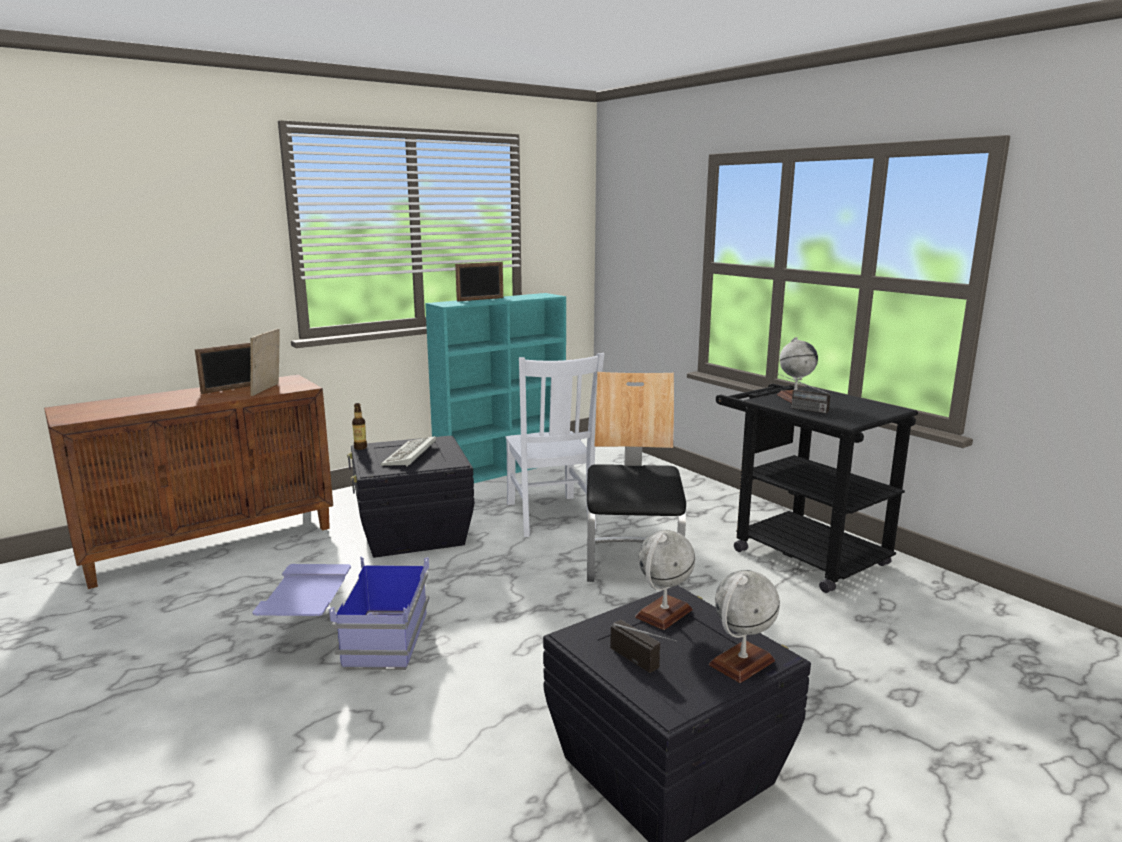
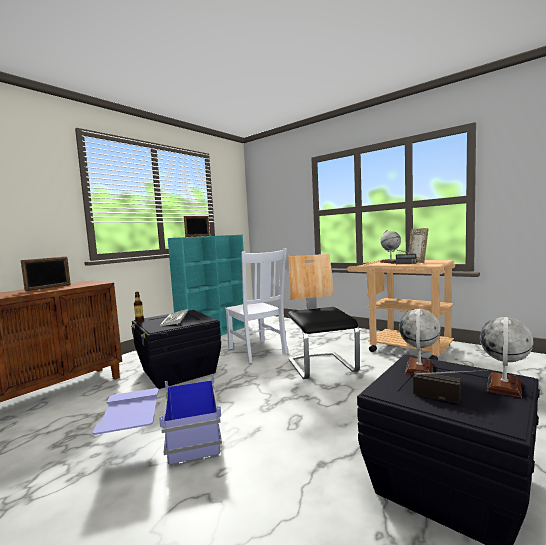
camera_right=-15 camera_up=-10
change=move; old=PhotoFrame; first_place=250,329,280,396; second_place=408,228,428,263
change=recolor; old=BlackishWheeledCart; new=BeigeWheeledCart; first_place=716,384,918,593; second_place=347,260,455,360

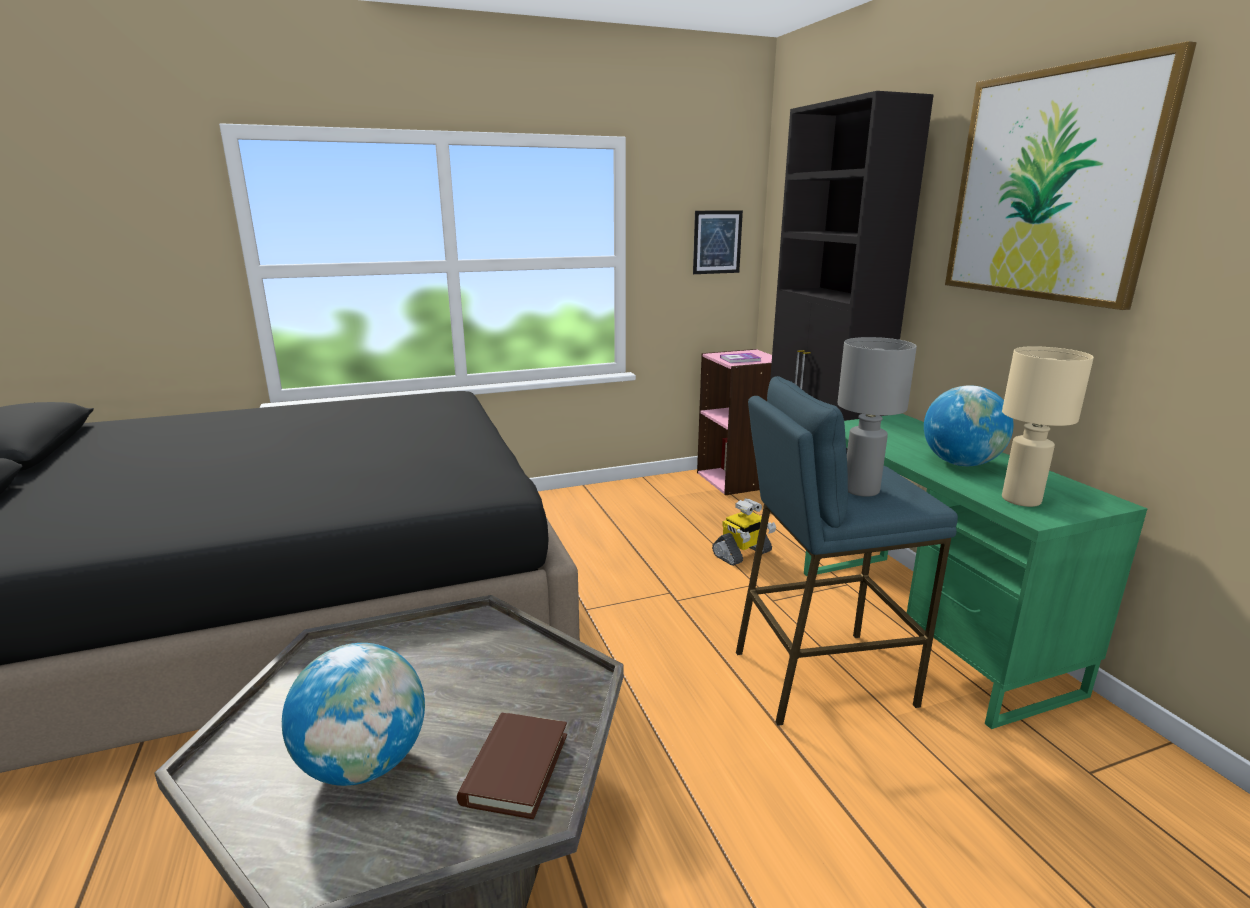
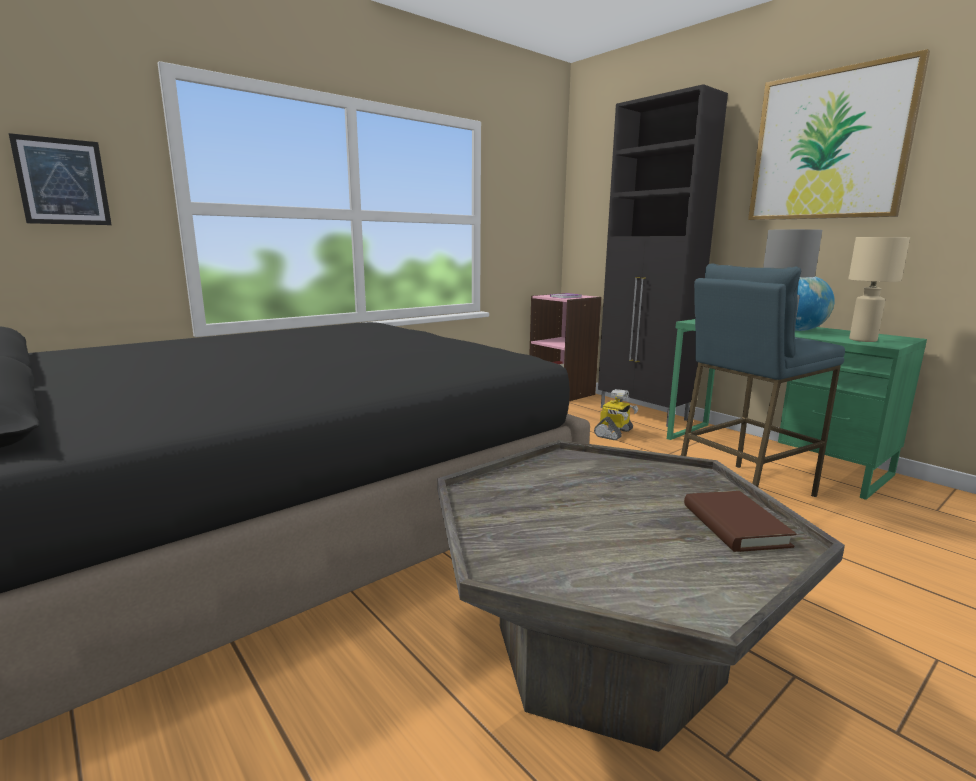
camera_right=-20 camera_up=-5
change=move; old=WallArt; first_place=693,210,743,274; second_place=9,133,112,225
change=delete; old=WorldGlobe; first_place=282,643,425,786

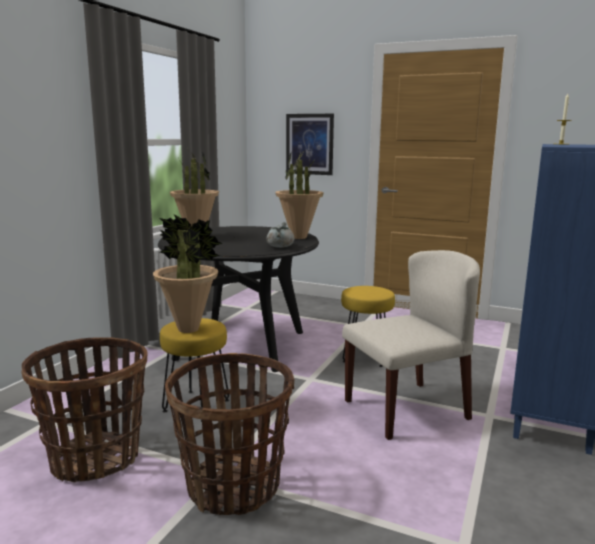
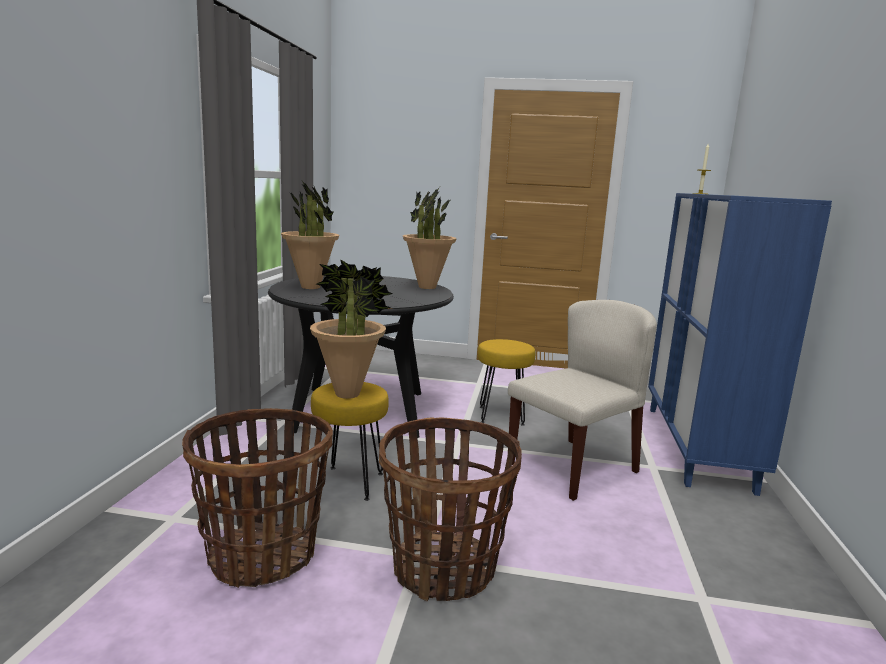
camera_right=-15 camera_up=0
change=delete; old=WallArt; first_place=286,114,334,175
change=delete; old=GreyishCookingPot; first_place=267,222,294,248

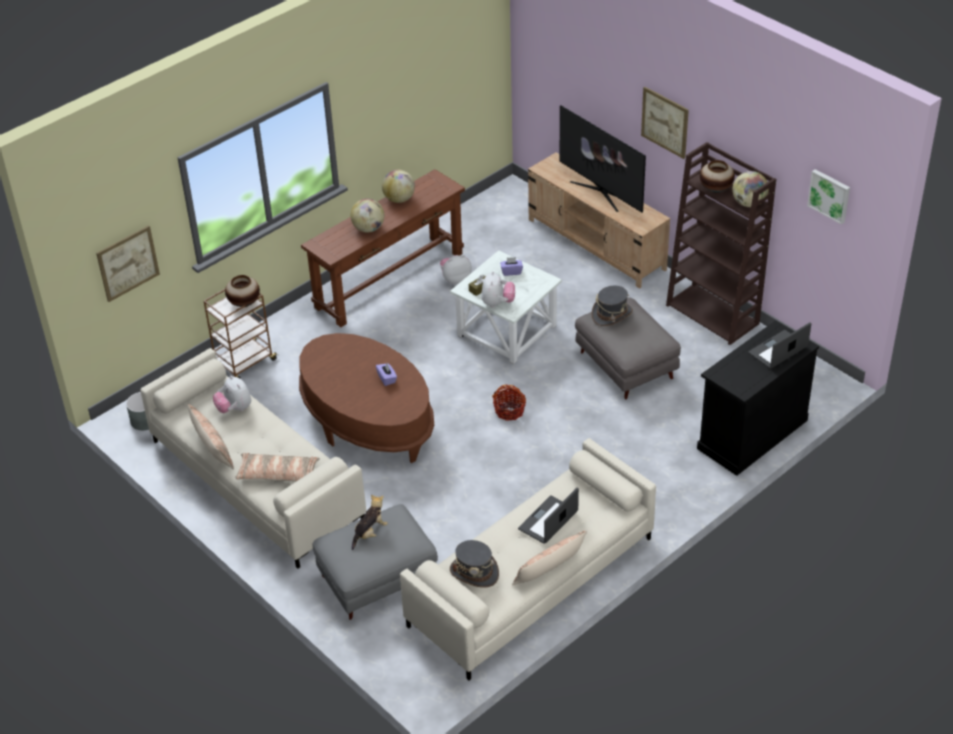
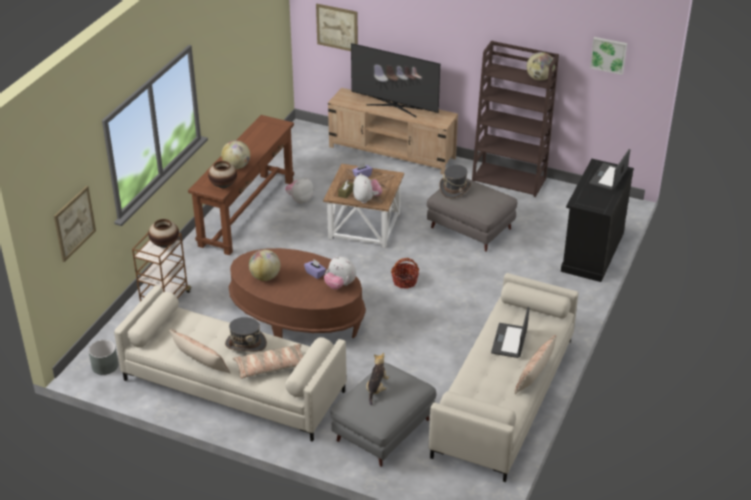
camera_right=-25 camera_up=-5
change=move; old=WallArt; first_place=641,87,689,159; second_place=316,4,358,51
change=move; old=DecorativeVase; first_place=700,160,735,193; second_place=208,161,237,188
change=move; old=WorldGlobe; first_place=382,170,415,203; second_place=249,250,280,281
change=recolor; old=WhiteColouredSideTable; new=BrownishSideTable; first_place=450,250,562,364; second_place=323,164,404,248
change=move; old=SoftToy; first_place=213,376,251,413; second_place=324,256,356,290
change=move; old=GreyishWearableHat; first_place=450,540,499,588; second_place=225,317,267,352

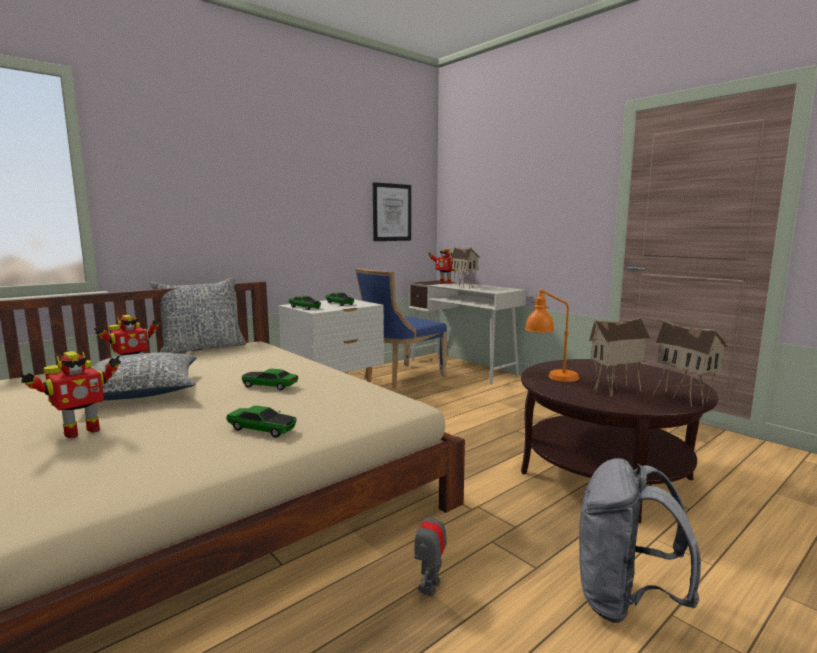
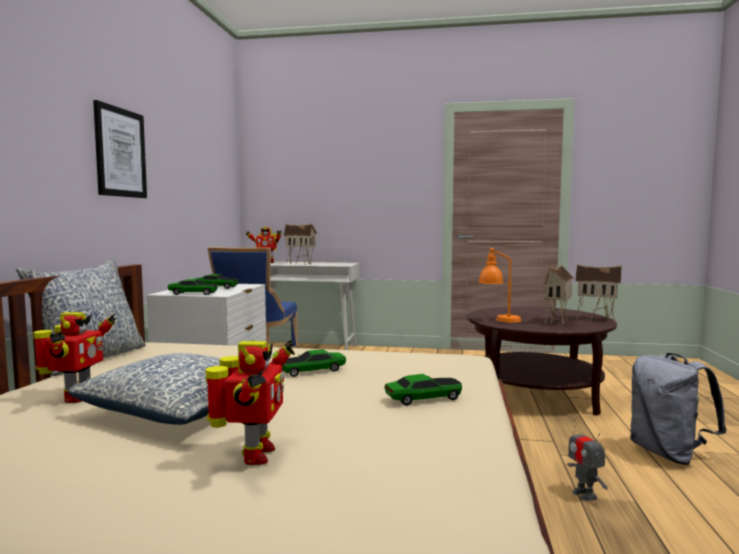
camera_right=-40 camera_up=-5
change=move; old=WallArt; first_place=373,182,411,241; second_place=93,100,147,198

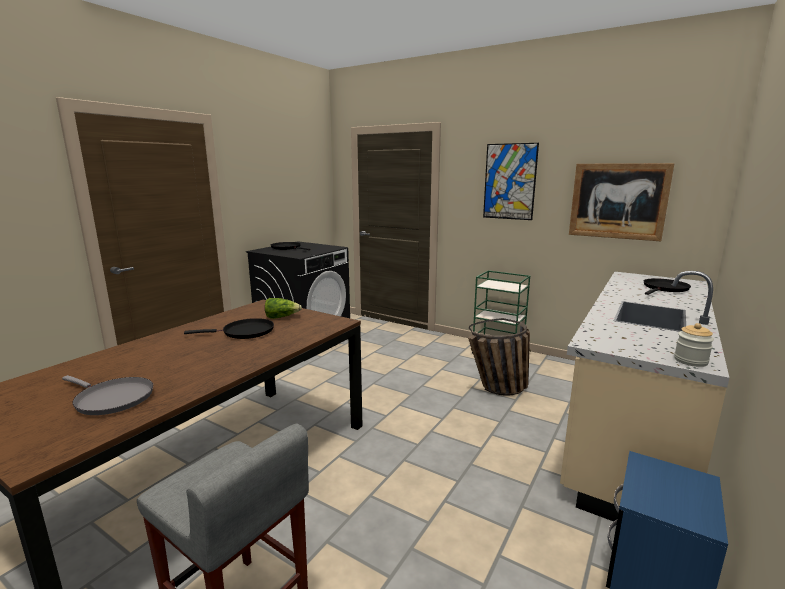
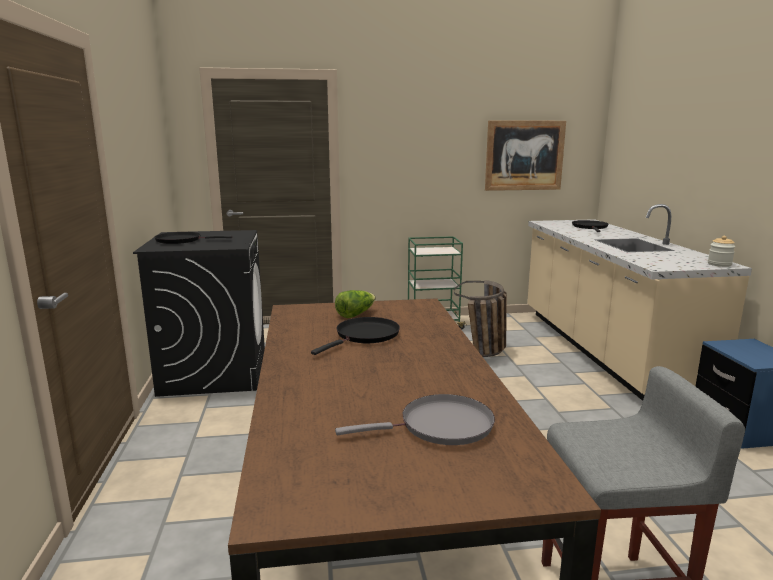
camera_right=-40 camera_up=0
change=delete; old=WallArt; first_place=483,143,539,220

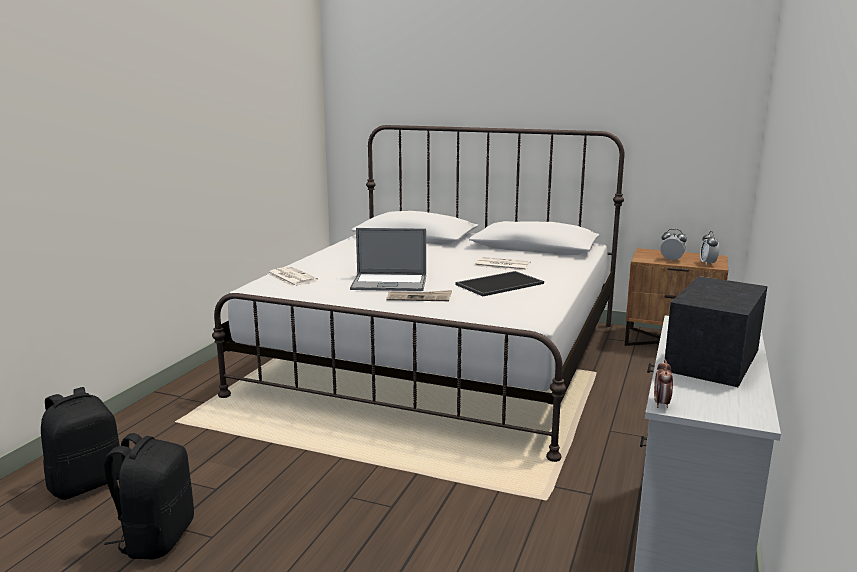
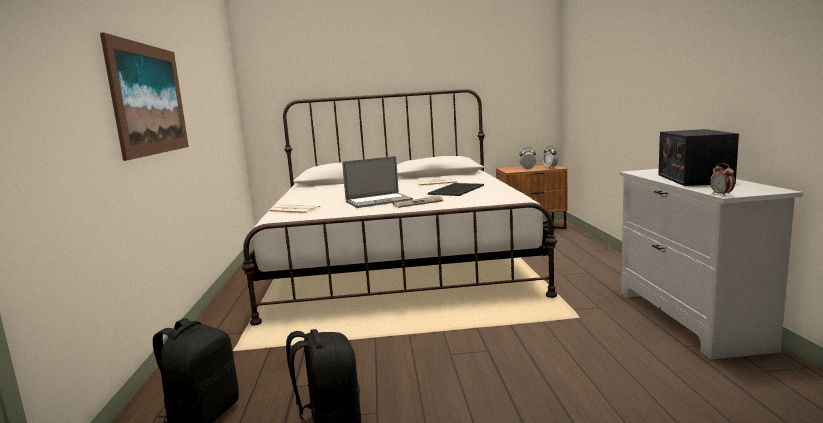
camera_right=-25 camera_up=-5
change=insert; new=WallArt; second_place=100,33,189,161

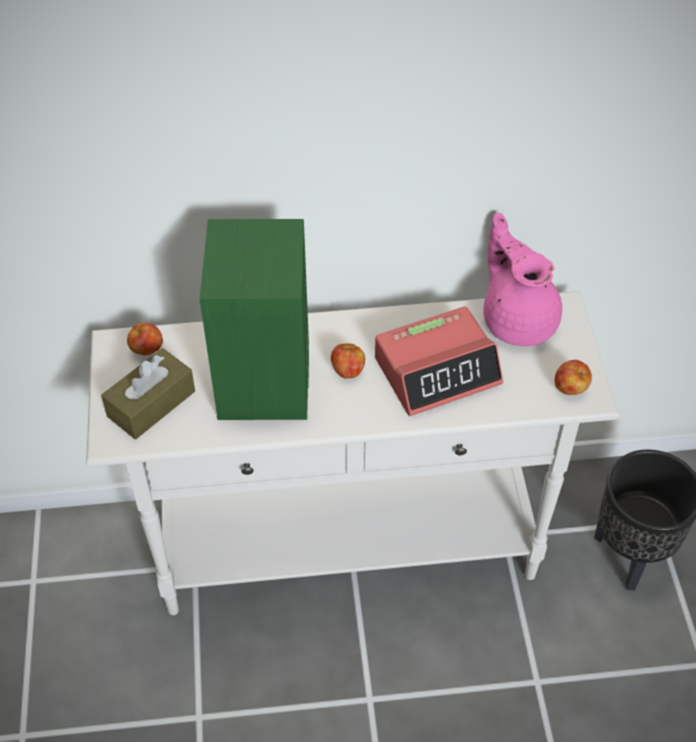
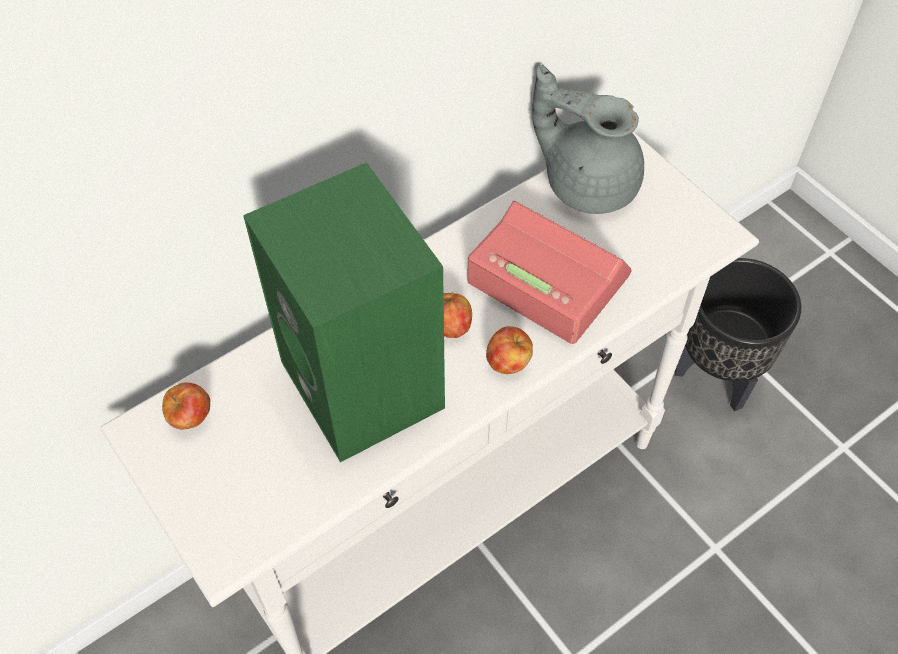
camera_right=-30 camera_up=5
change=recolor; old=PinkTeaPot; new=GreyishTeaPot; first_place=483,212,562,346; second_place=532,65,644,214
change=rotate; old=AlarmClock; first_place=375,306,503,416; second_place=467,201,632,344; degrees=-90
change=delete; old=BrownishTissueHolder; first_place=101,348,195,439
change=move; old=WholeApple; first_place=555,360,592,395; second_place=486,326,533,374

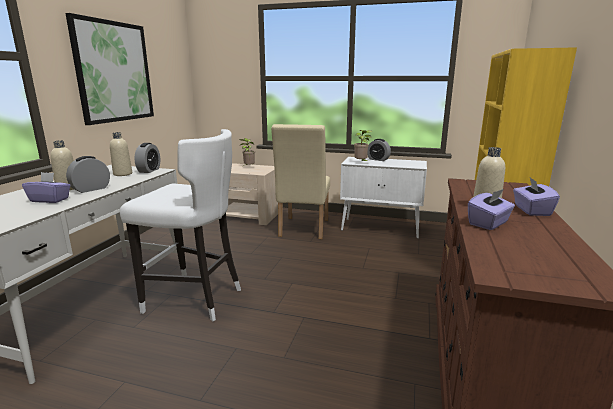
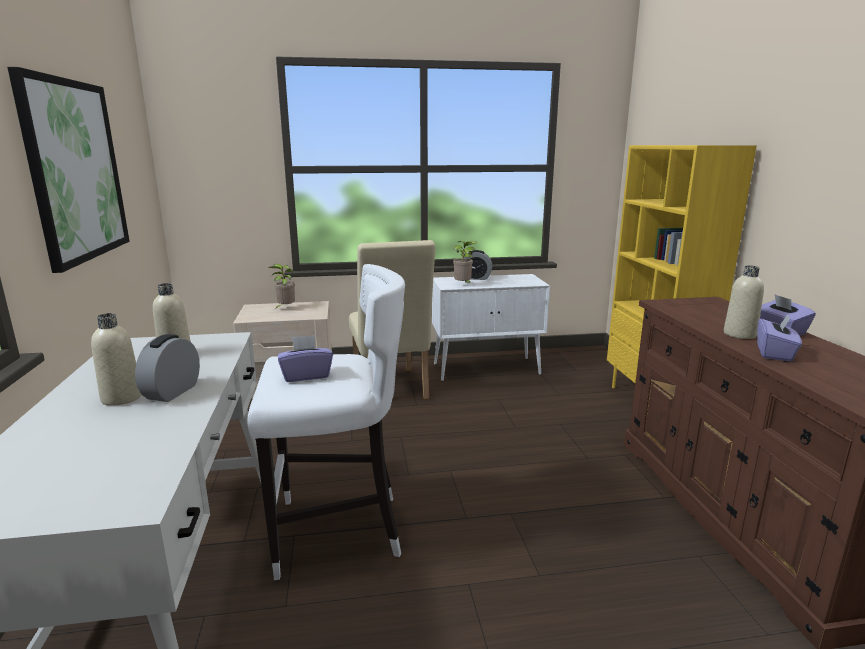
camera_right=-25 camera_up=0
change=delete; old=AlarmClock; first_place=134,143,160,173
change=move; old=PurpleColouredTissueHolder; first_place=22,172,71,203; second_place=278,335,333,382

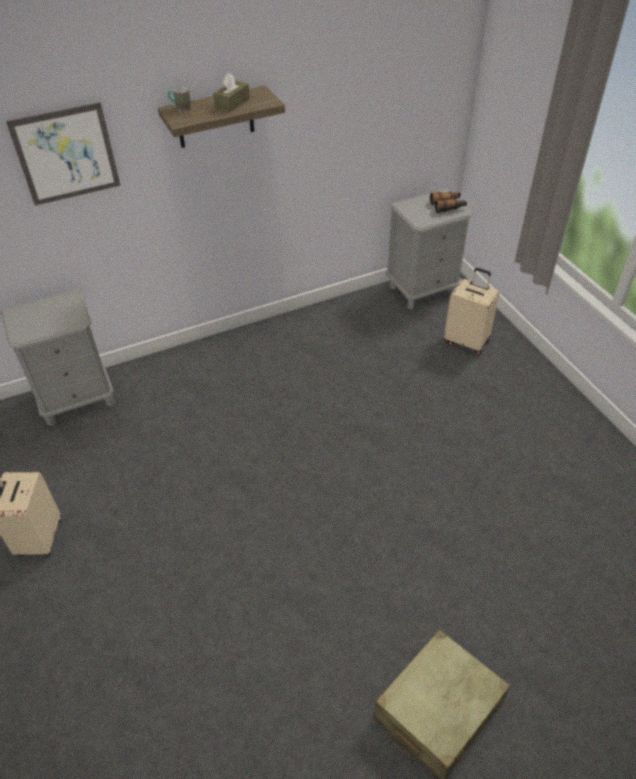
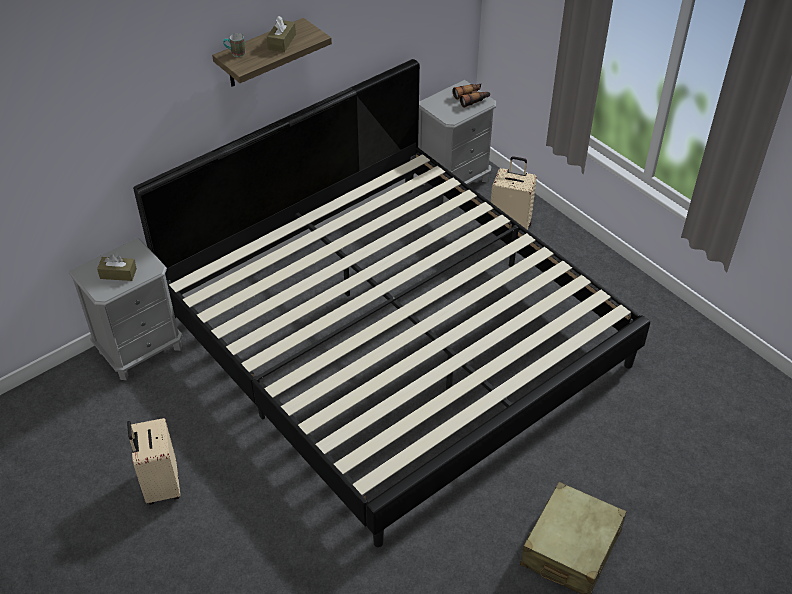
camera_right=-15 camera_up=0
change=delete; old=WallArt; first_place=6,102,121,206
change=insert; new=BedroomBed; second_place=133,59,650,547
change=insert; new=BrownishTissueHolder; second_place=97,254,137,281

